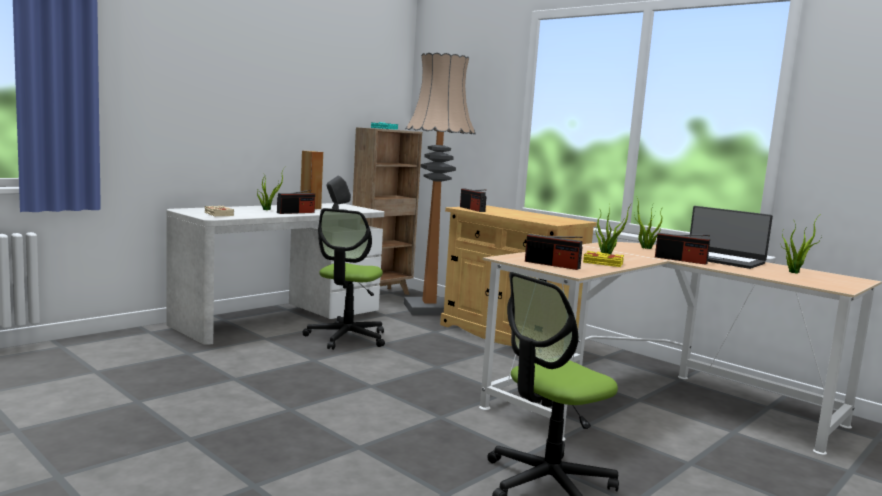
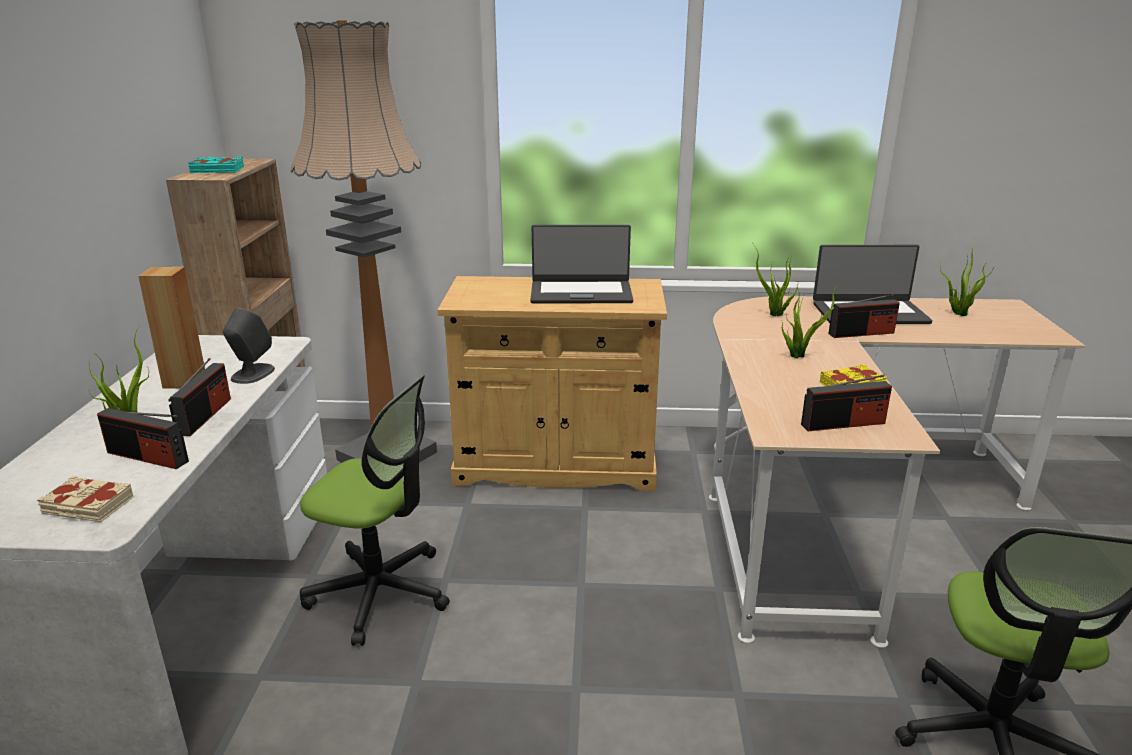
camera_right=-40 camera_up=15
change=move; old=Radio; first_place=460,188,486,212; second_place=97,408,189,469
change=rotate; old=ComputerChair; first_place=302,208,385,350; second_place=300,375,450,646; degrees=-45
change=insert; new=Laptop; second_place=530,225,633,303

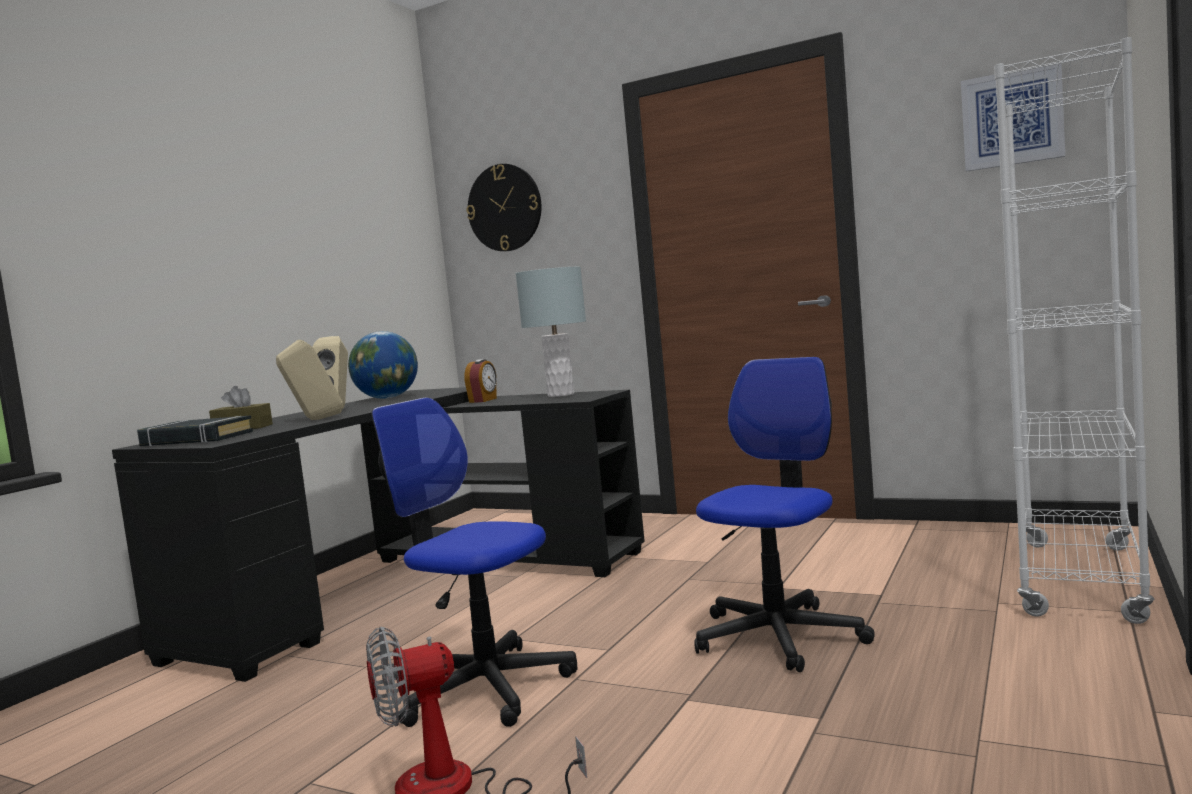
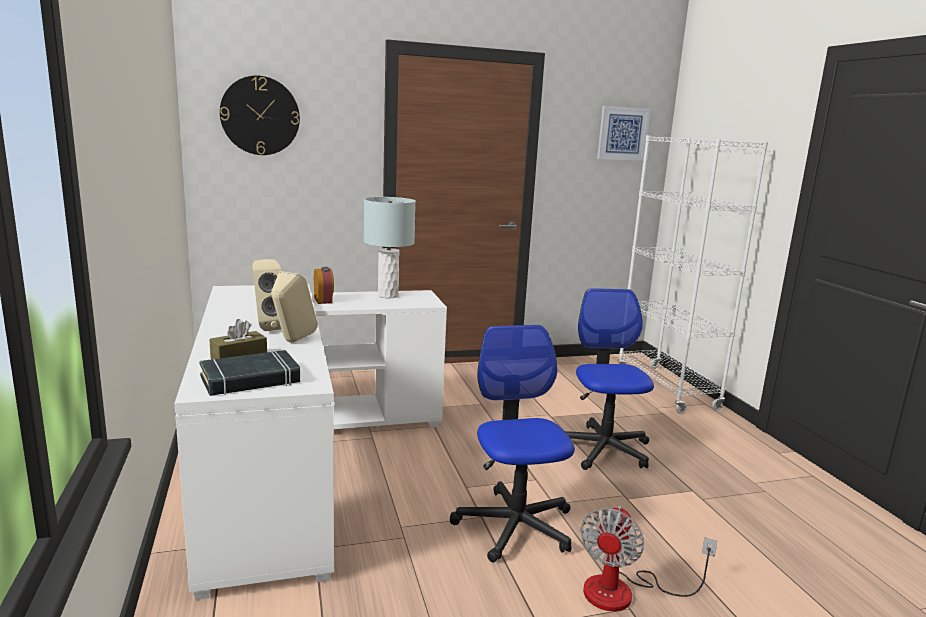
camera_right=-45 camera_up=10
change=delete; old=WorldGlobe; first_place=348,331,418,399
change=recolor; old=BlackishDesk; new=WhiteColouredDesk; first_place=112,387,645,682; second_place=174,284,447,600
change=rotate; old=ComputerChair; first_place=372,398,577,727; second_place=450,325,575,563; degrees=90

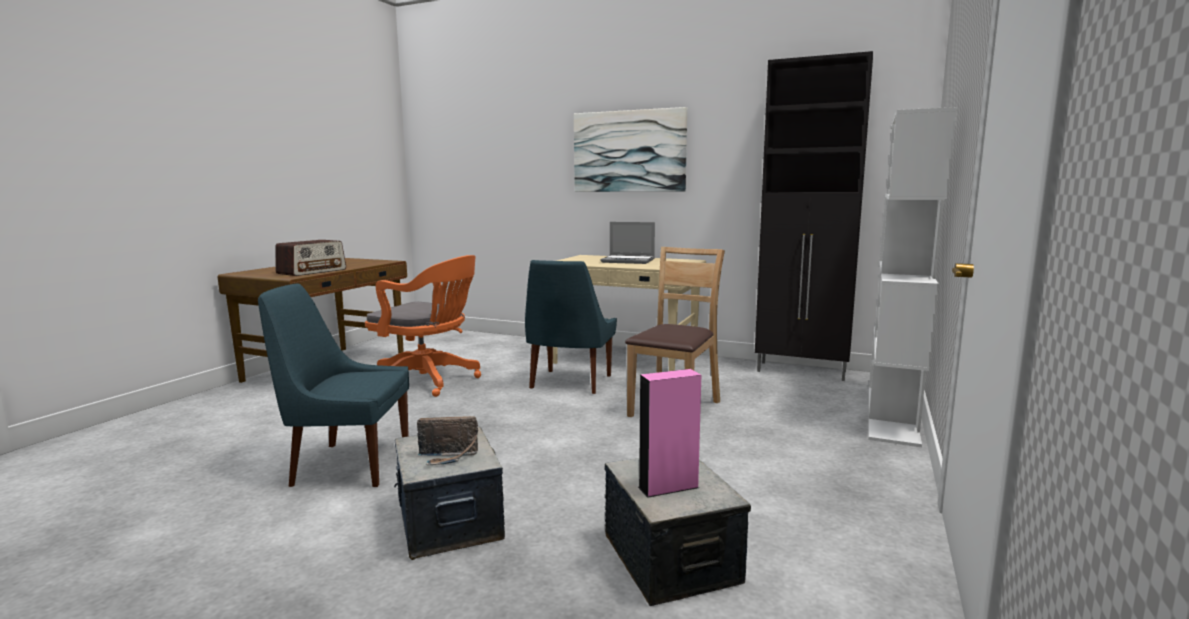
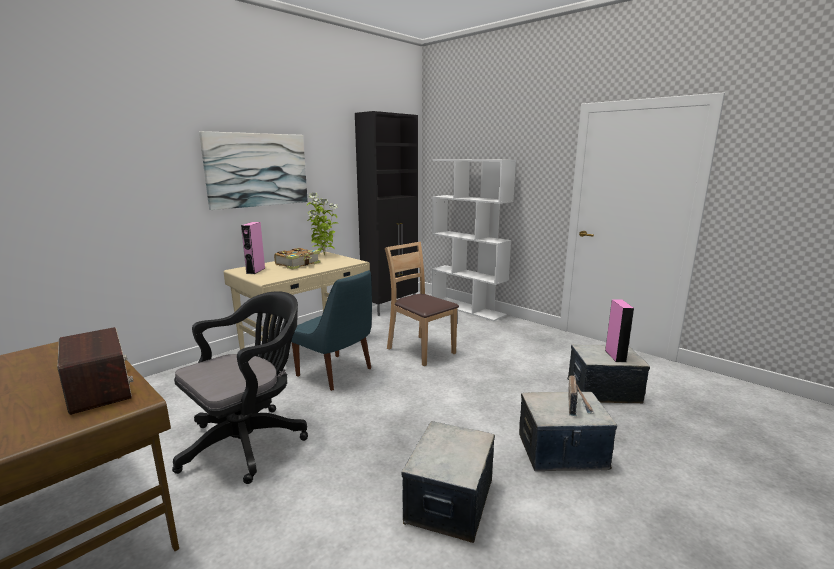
camera_right=-70 camera_up=5
change=replace; old=Laptop; new=BoundBook; first_place=601,222,655,264; second_place=274,248,321,269
change=recolor; old=OrangeColouredComputerChair; new=BlackishComputerChair; first_place=365,255,481,397; second_place=172,291,308,484
change=replace; old=BlueUprightChair; new=StorageContainer; first_place=258,283,409,487; second_place=401,421,495,543
change=insert; new=PottedPlant; second_place=307,193,339,256
change=insert; new=PinkSpeaker; second_place=241,222,265,274

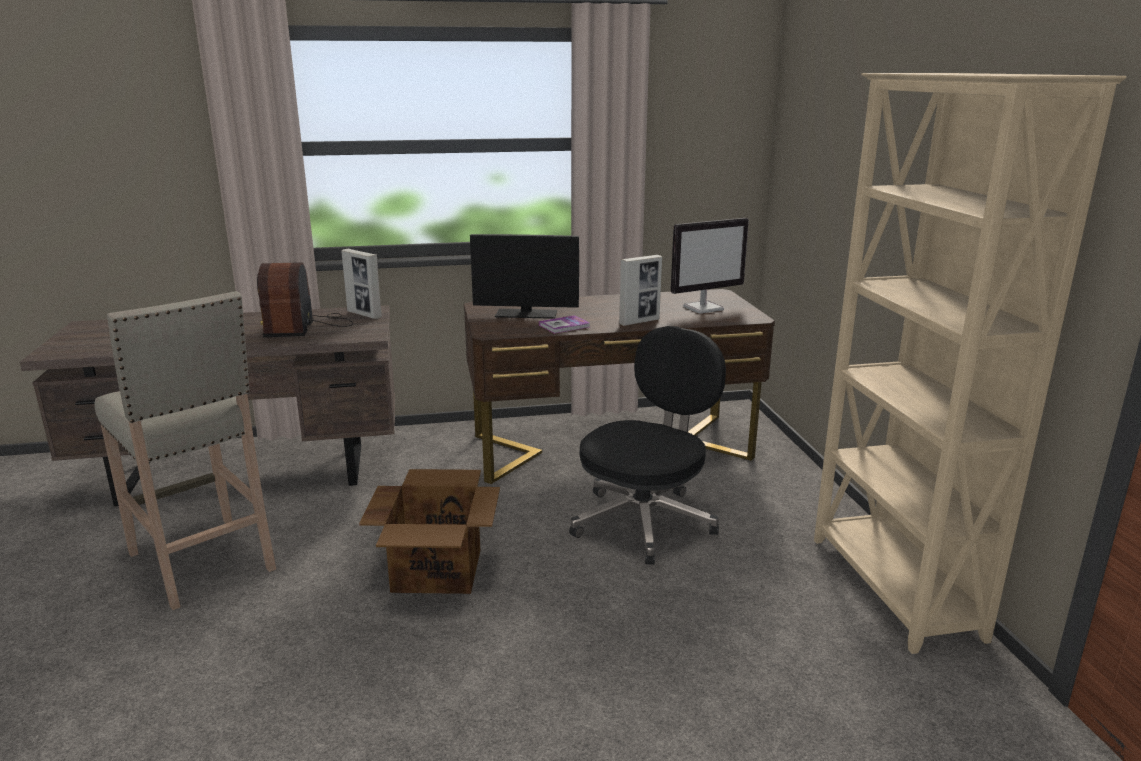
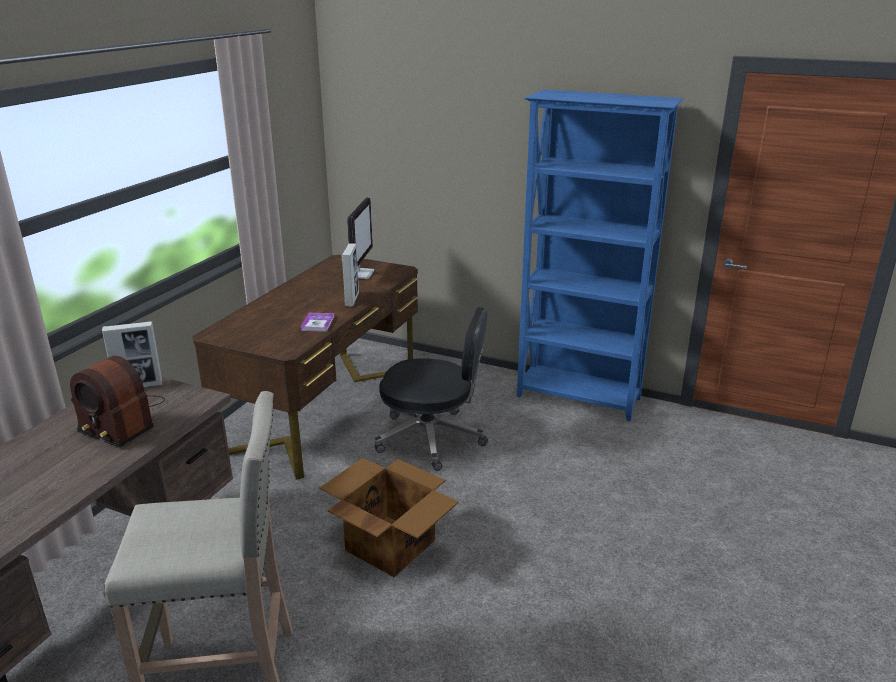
camera_right=-55 camera_up=5
change=recolor; old=BeigeBookshelf; new=BlueBookshelf; first_place=814,73,1126,654; second_place=517,89,684,422
change=delete; old=ComputerDisplay; first_place=470,234,579,319
change=rotate; old=BlackishComputerChair; first_place=569,326,726,565; second_place=375,307,488,471; degrees=120

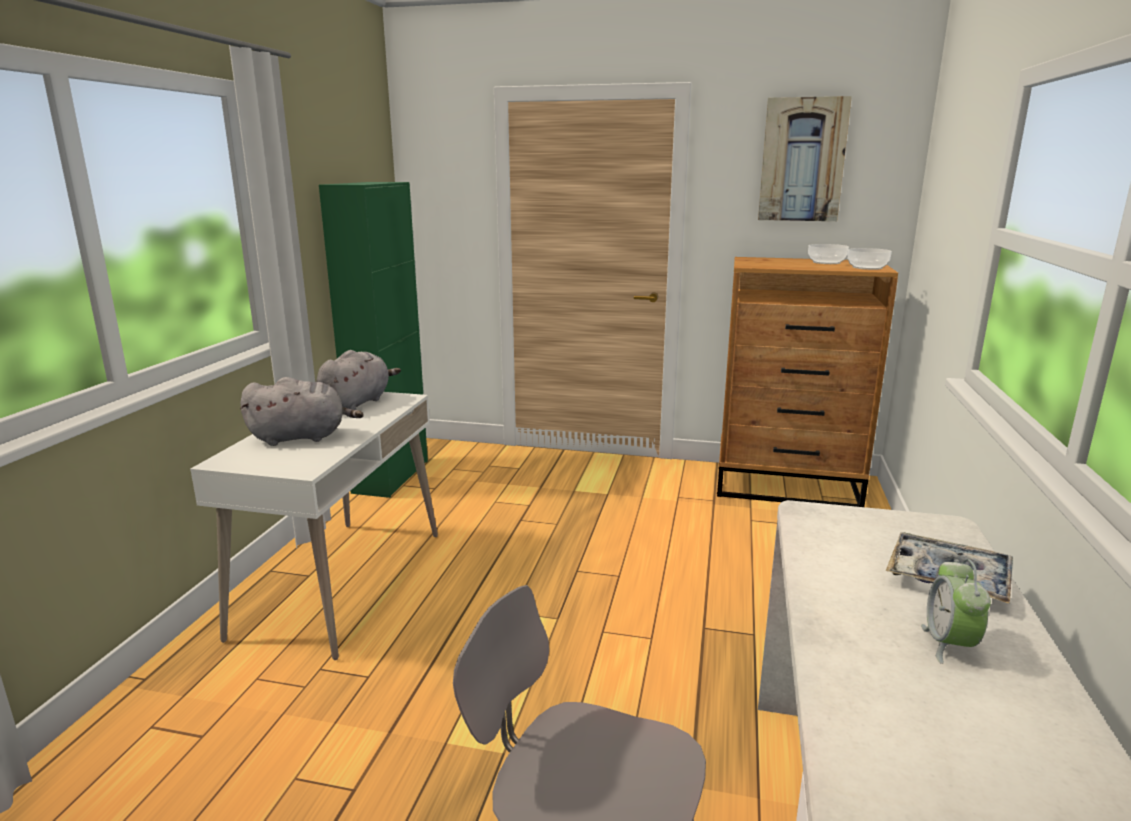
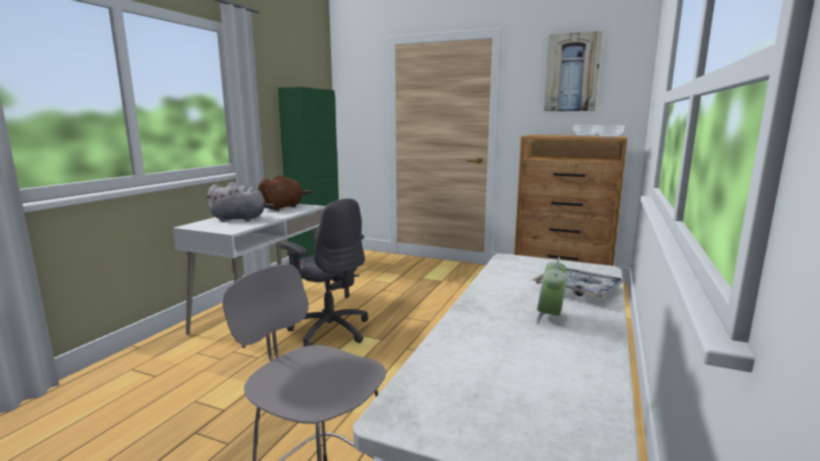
camera_right=10 camera_up=-5
change=recolor; old=GreyishSoftToy; new=BrownishSoftToy; first_place=316,350,401,410; second_place=258,175,312,211
change=insert; new=GreyishComputerChair; second_place=280,198,368,347

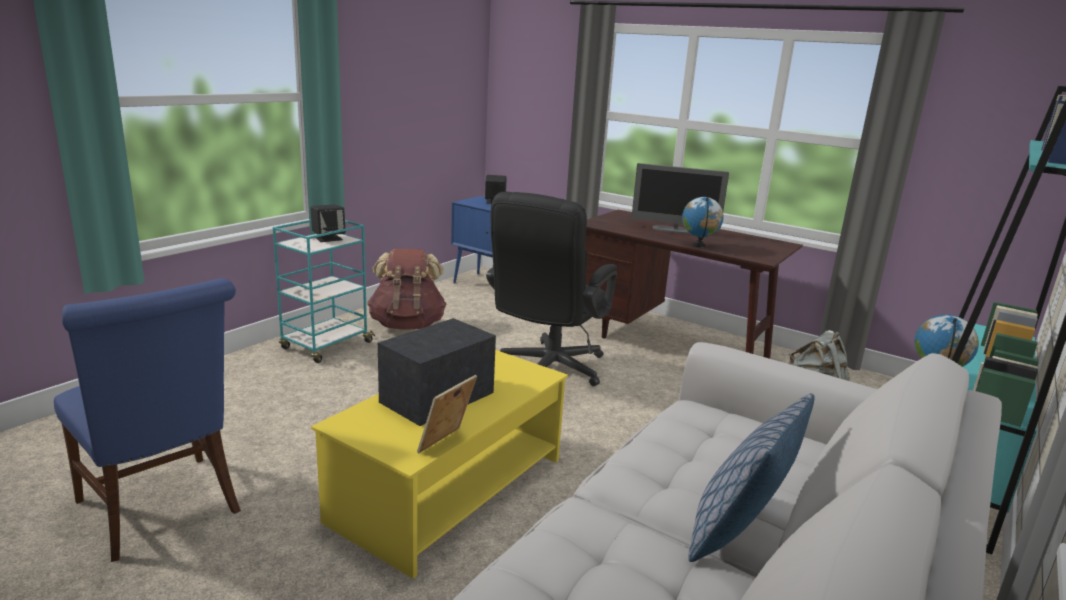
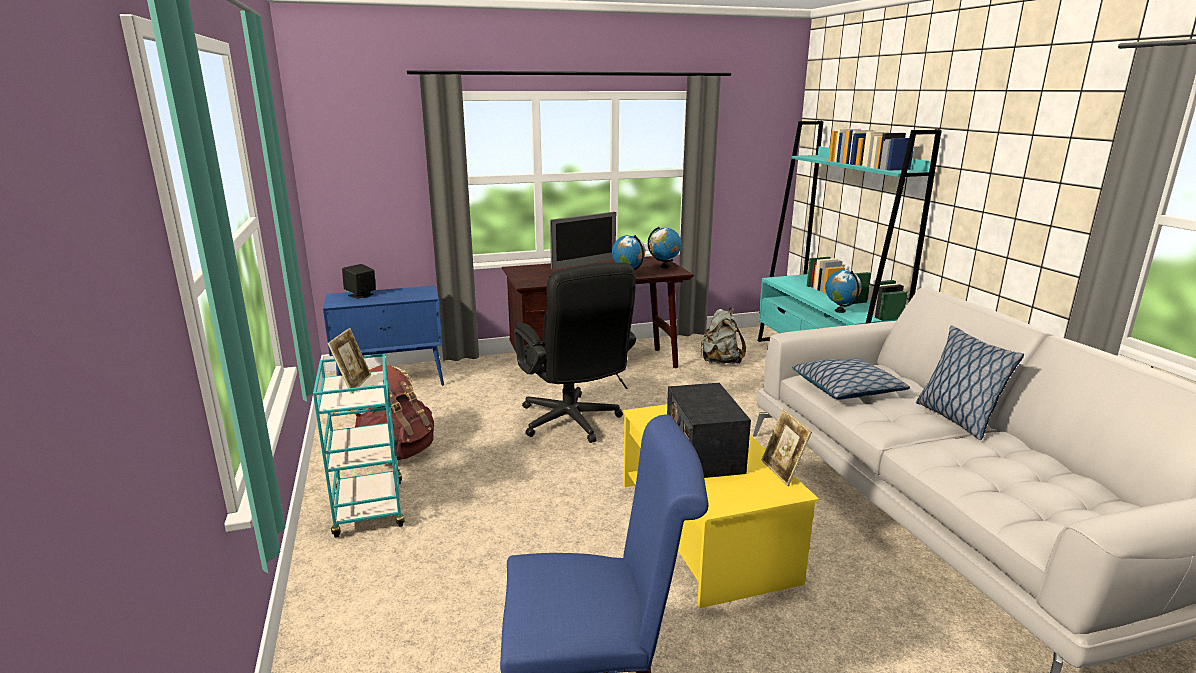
camera_right=-50 camera_up=0
change=replace; old=BlackishSpeaker; new=PhotoFrame; first_place=310,204,346,242; second_place=328,328,371,393
change=insert; new=WorldGlobe; second_place=648,227,682,268
change=insert; new=ThrowPillow; second_place=792,358,910,399

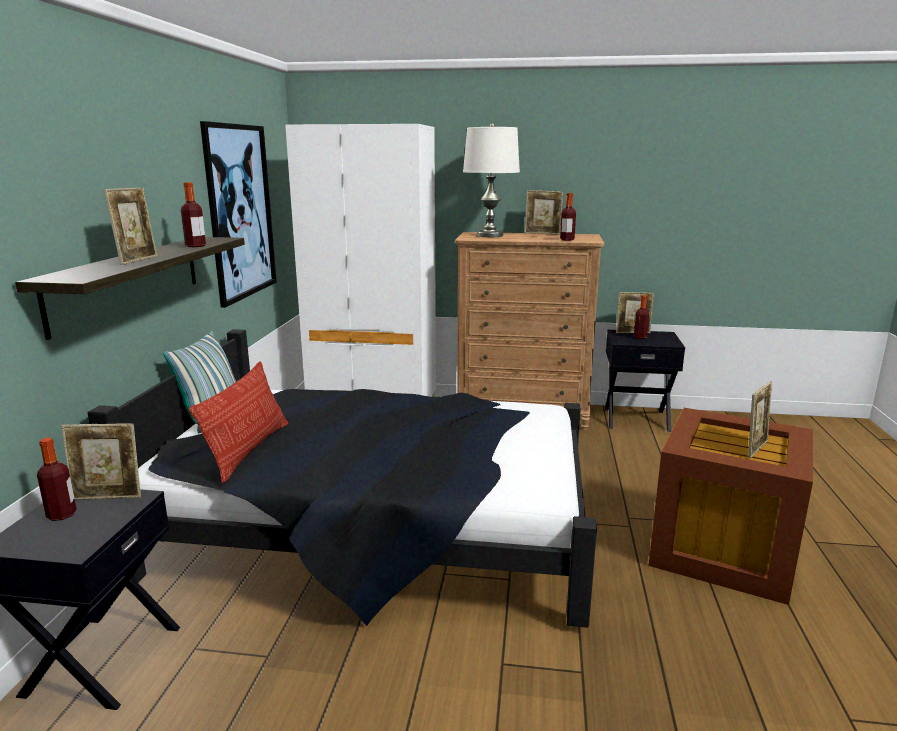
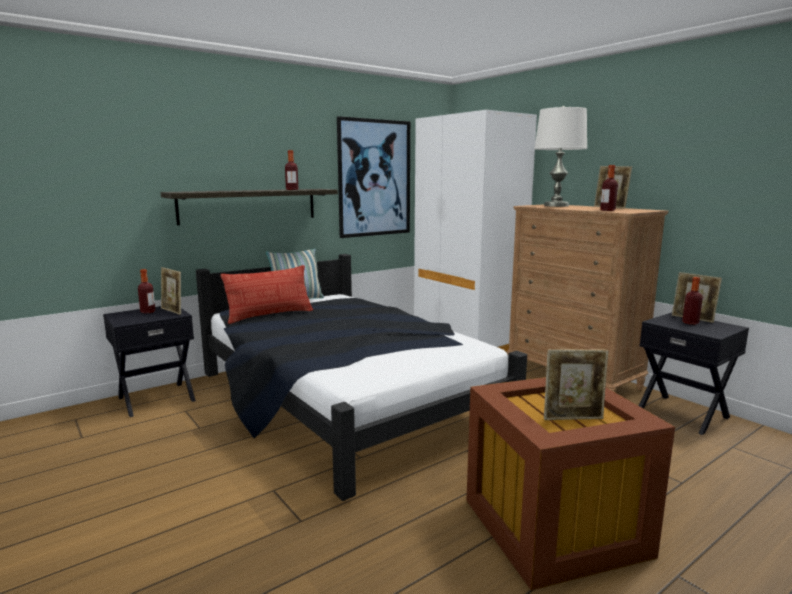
camera_right=45 camera_up=-5
change=delete; old=PhotoFrame; first_place=104,187,157,265

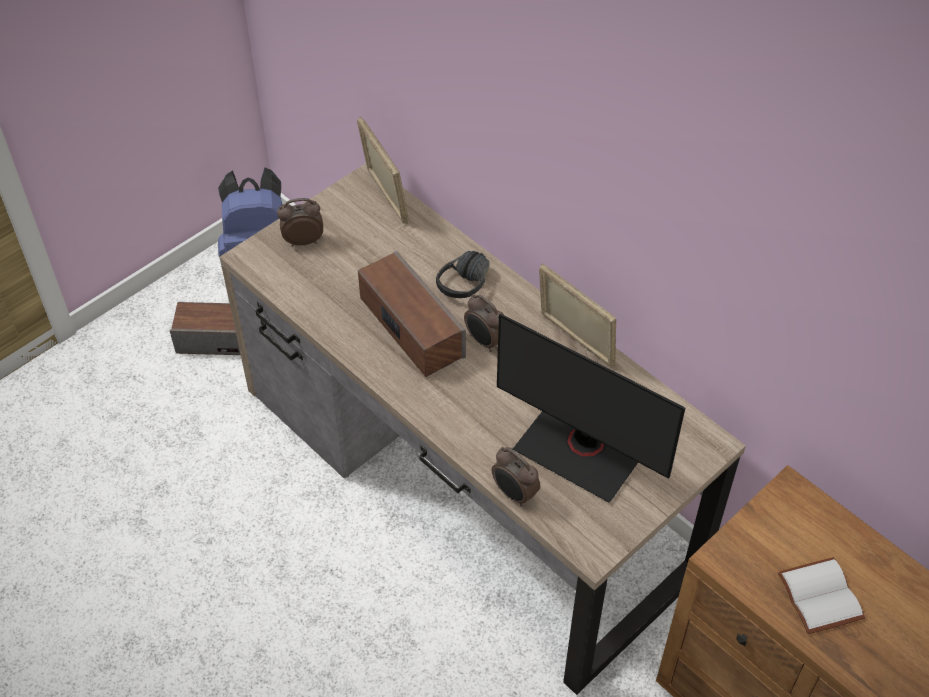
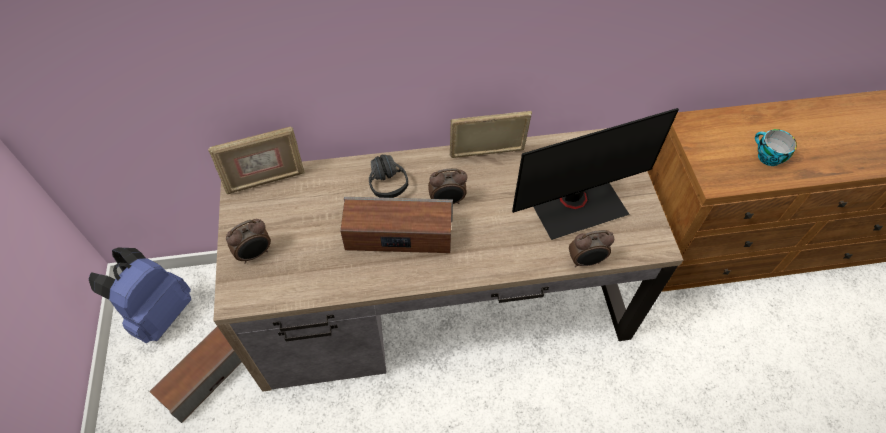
camera_right=-55 camera_up=5
change=rotate; old=PhotoFrame; first_place=357,117,408,224; second_place=208,127,305,194; degrees=150
change=rotate; old=AlarmClock; first_place=277,198,323,247; second_place=226,219,271,264; degrees=-150
change=replace; old=WhiteColouredBoundBook; new=SmallCup; first_place=778,557,866,634; second_place=755,129,797,166

